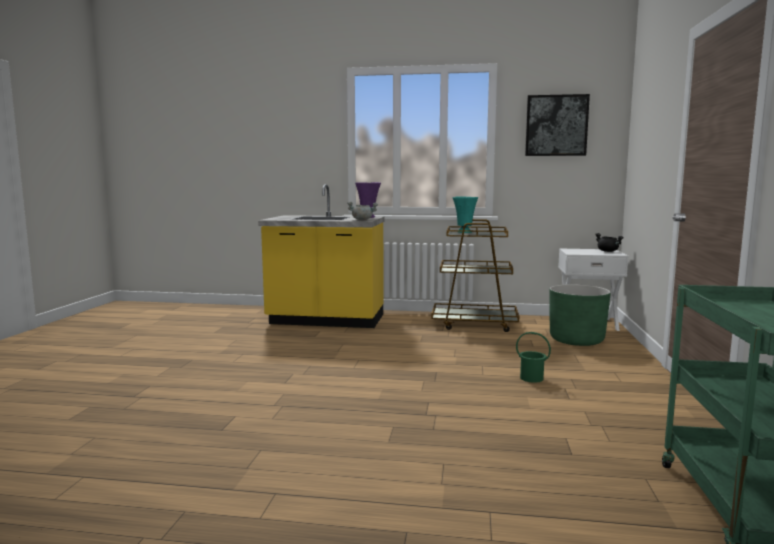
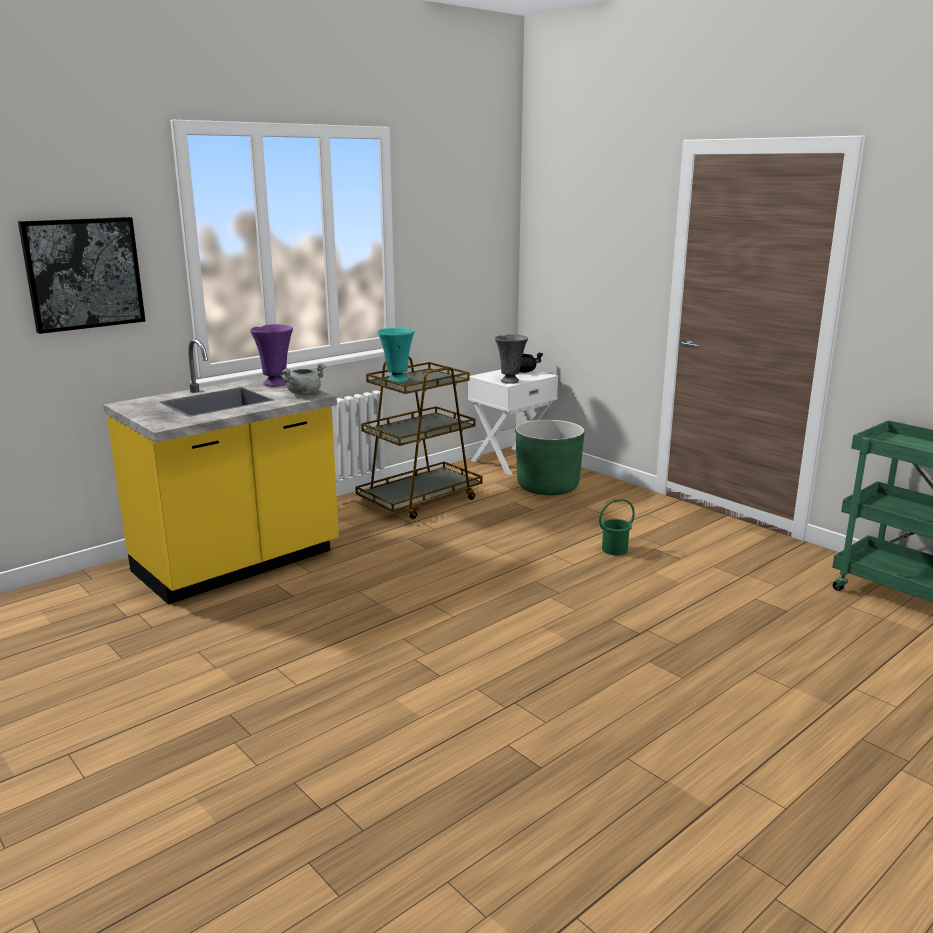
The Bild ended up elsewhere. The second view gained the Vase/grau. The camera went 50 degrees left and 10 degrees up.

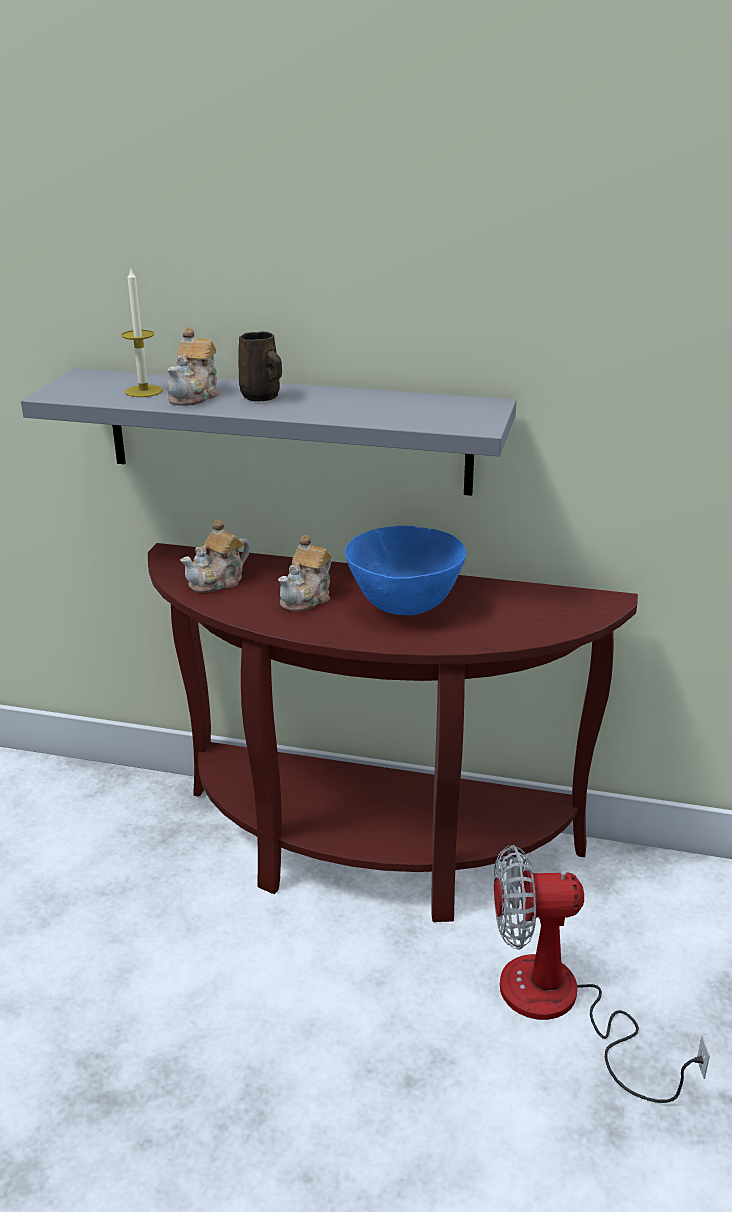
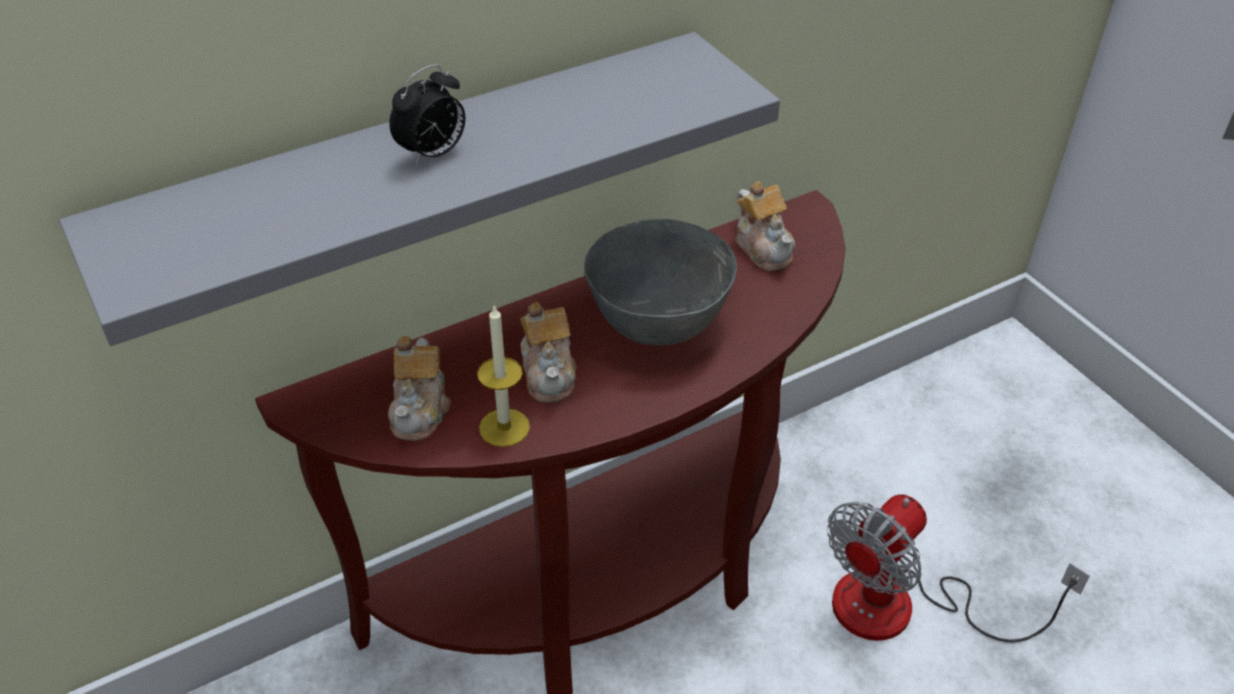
The Kerze ended up elsewhere. The Teekanne (1st from left in the first image) ended up elsewhere. Where the Henkelbecher/braun stood, the Wecker came to stand. What was the Schüssel/blau turned into the Schüssel/grau. The camera went 45 degrees left and 15 degrees up.

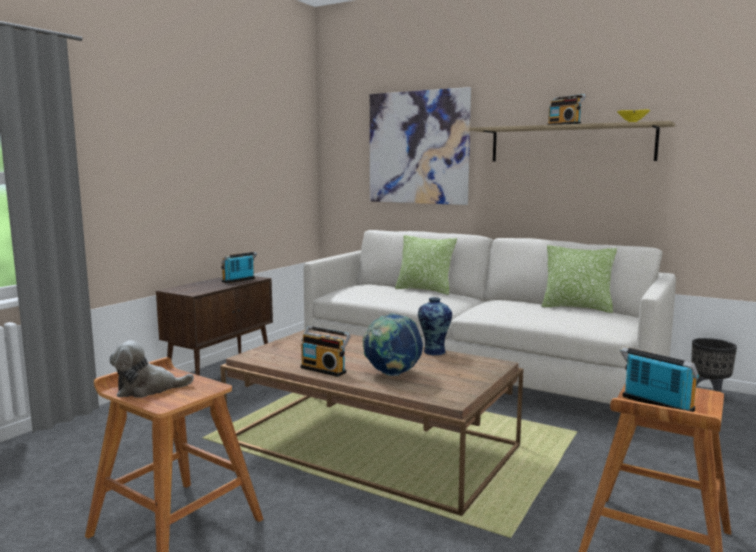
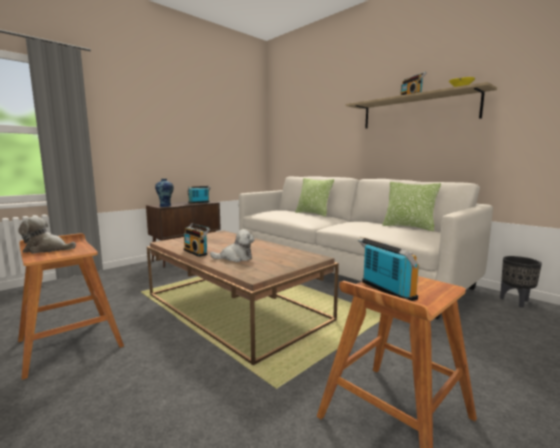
Where the Globus stood, the Plüschtier (2nd from left) came to stand. The second view lost the Bild. The Vase ended up elsewhere. The camera went 15 degrees right and 0 degrees up.

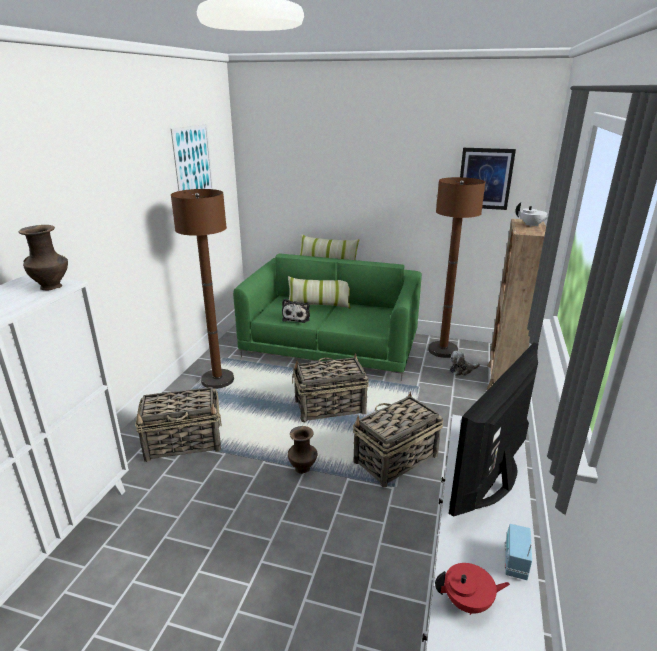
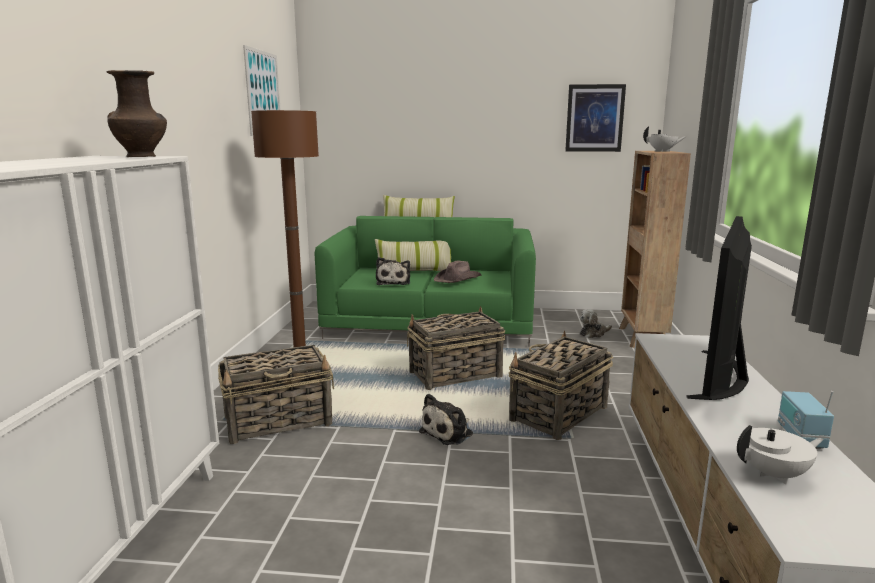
Where the Vase/braun (2nd from left) stood, the Plüschtier (2nd from left) came to stand. The second view lost the Stehlampe/braun (2nd from left). What was the Teekanne/rot turned into the Teekanne/weiß (2nd from left). The second view gained the Hut/braun. The camera went 10 degrees left and 10 degrees down.

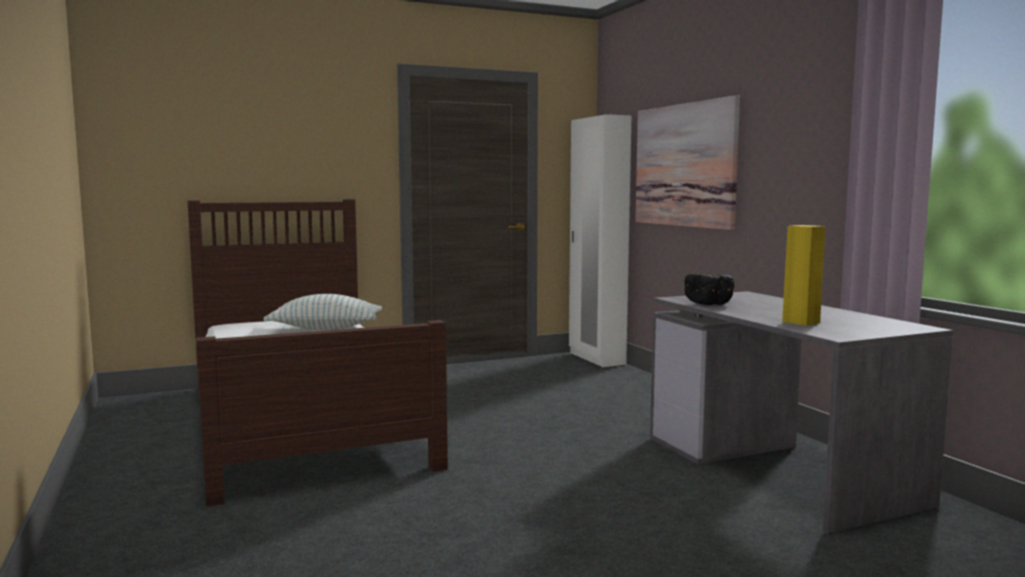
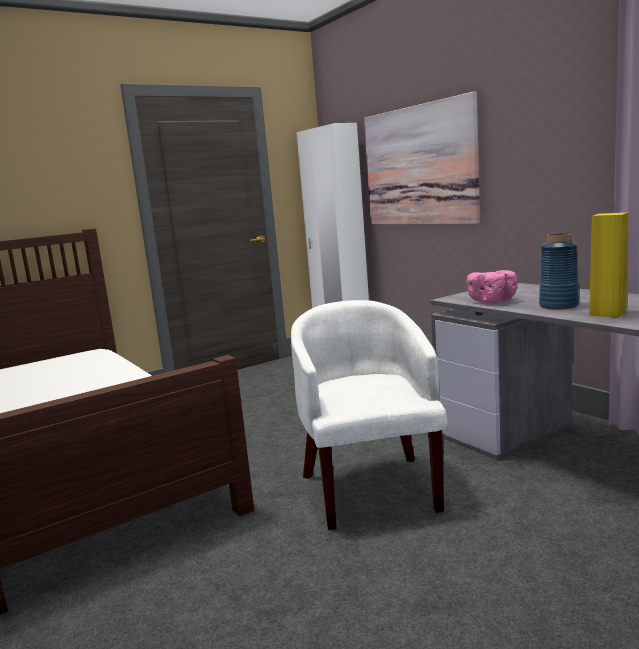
The second view lost the Kissen. What was the Schüssel/schwarz turned into the Schüssel/rosa. The second view gained the Sessel/weiß. The second view gained the Vase/blau. The camera went 10 degrees left and 5 degrees up.

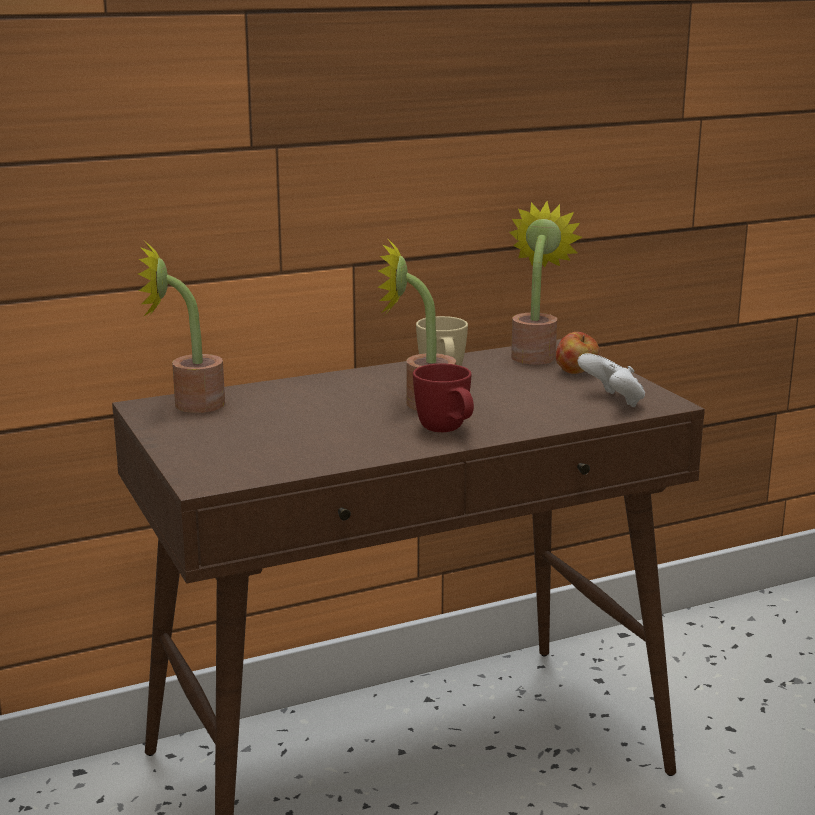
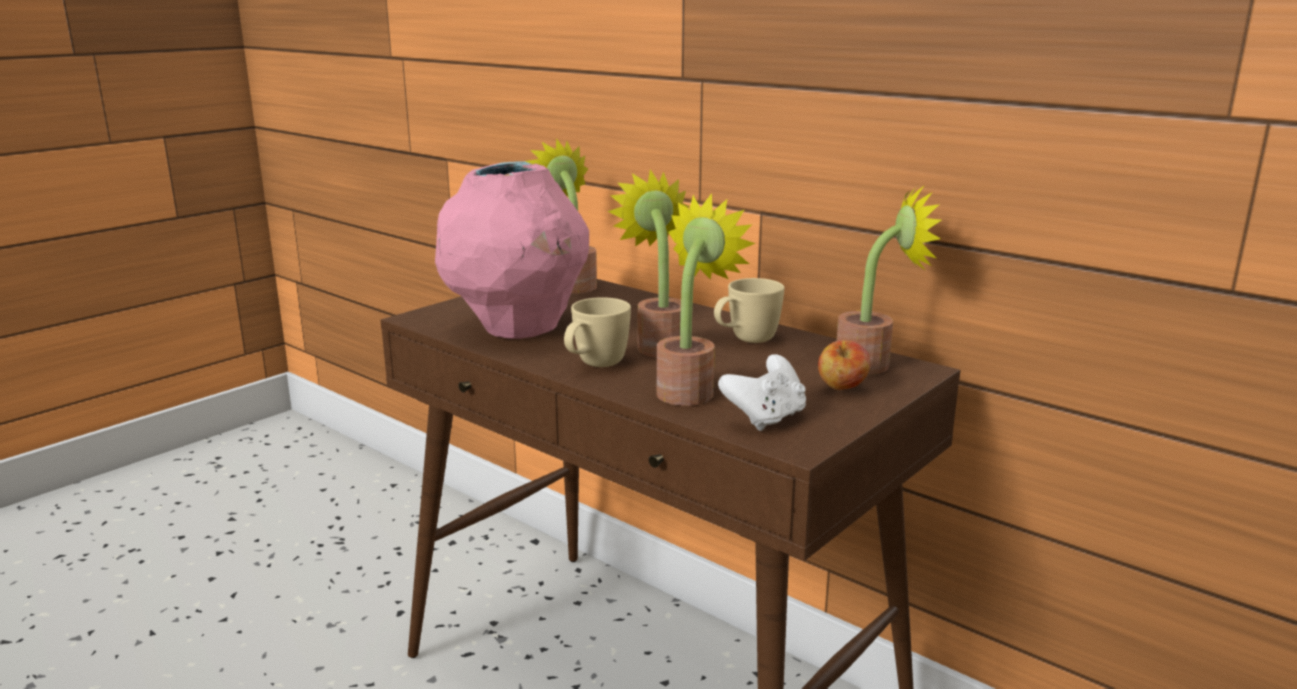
What was the Henkelbecher/rot turned into the Henkelbecher/beige (1st from left). The second view gained the Vase/rosa. The second view gained the Topfpflanze (3rd from left). The camera went 65 degrees right and 0 degrees up.

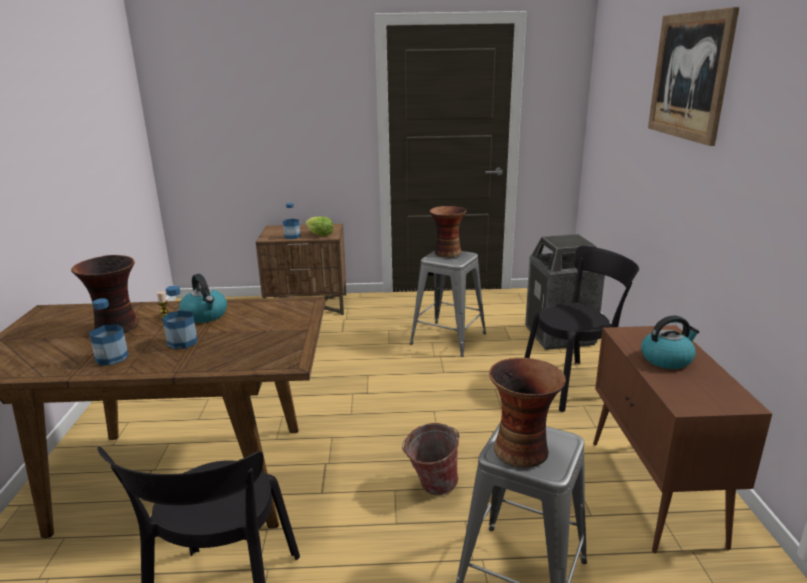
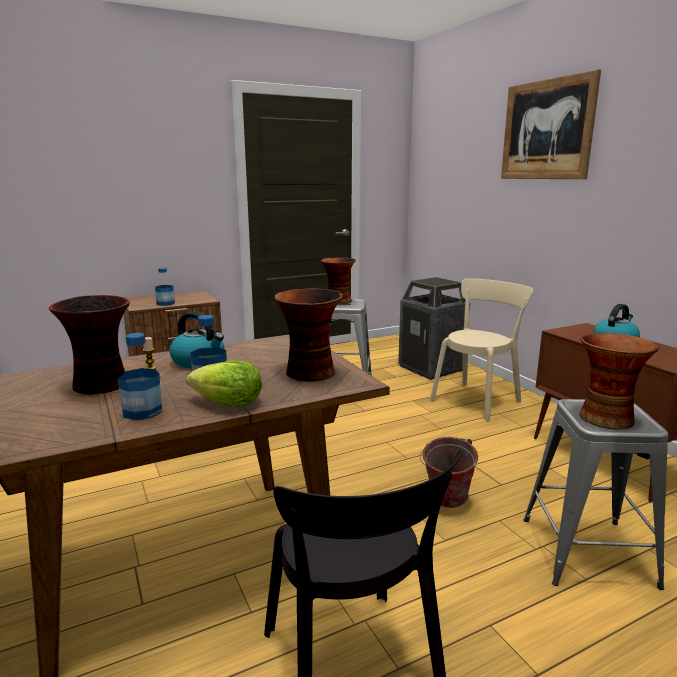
The Salatkopf ended up elsewhere. What was the Stuhl/schwarz (2nd from left) turned into the Stuhl/beige. The second view gained the Vase (2nd from left). The camera went 25 degrees left and 5 degrees down.

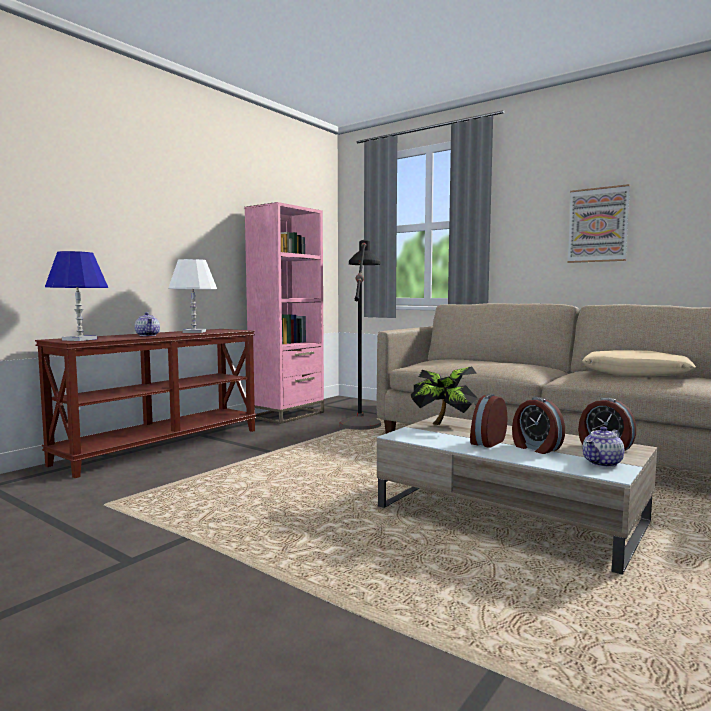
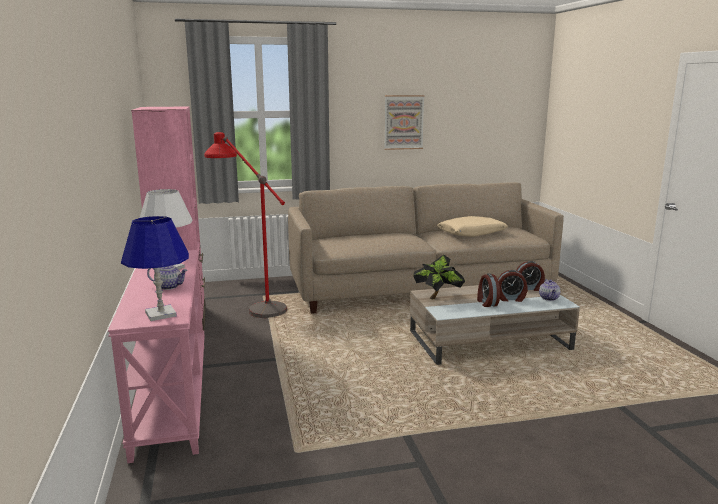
What was the Konsolentisch/braun turned into the Konsolentisch/rosa. What was the Stehlampe/schwarz turned into the Stehlampe/rot. The camera went 50 degrees left and 10 degrees up.

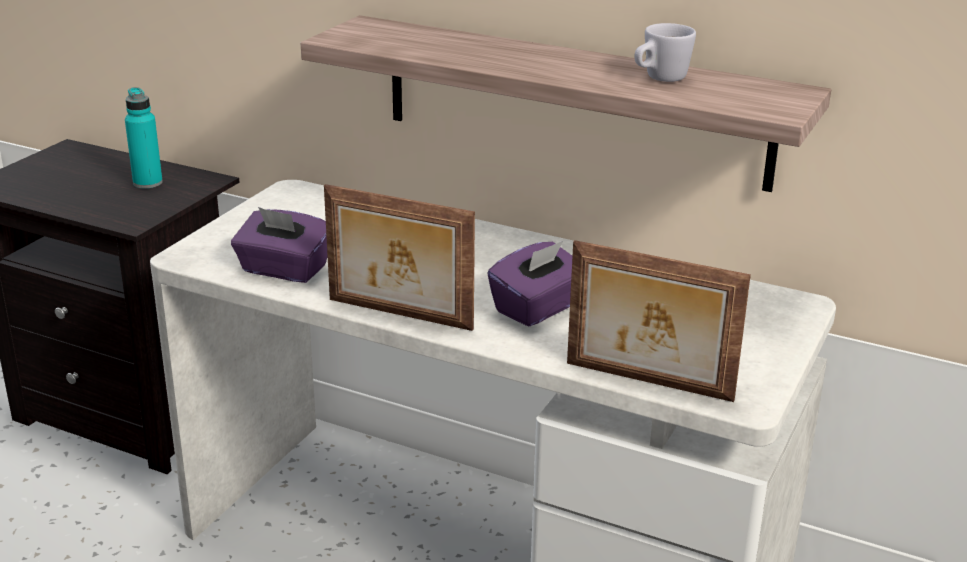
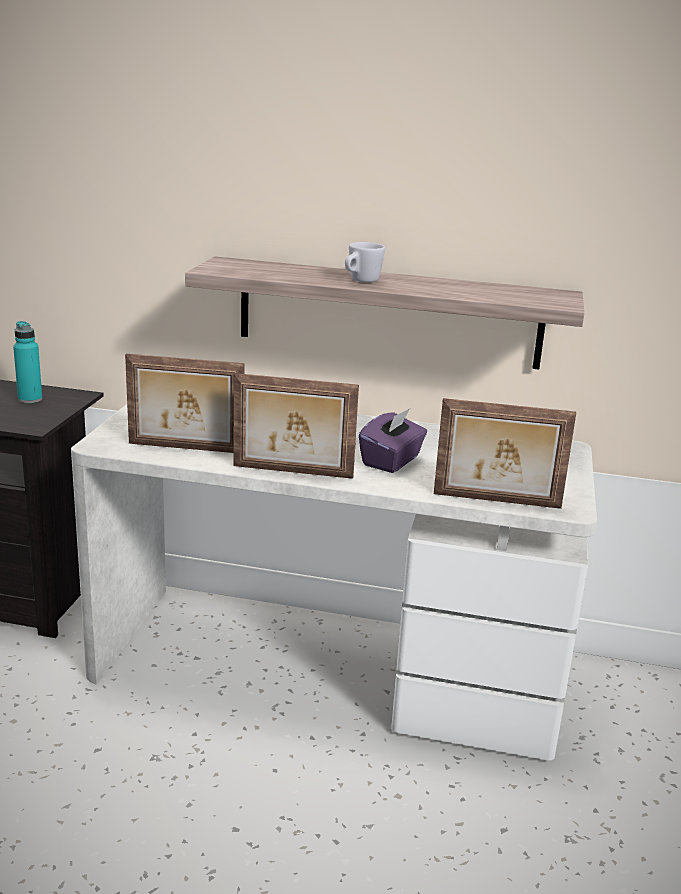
Where the Taschentuchbox/lila (1st from left) stood, the Bilderrahmen (1st from left) came to stand. The Henkelbecher/weiß ended up elsewhere. The camera went 15 degrees left and 5 degrees down.

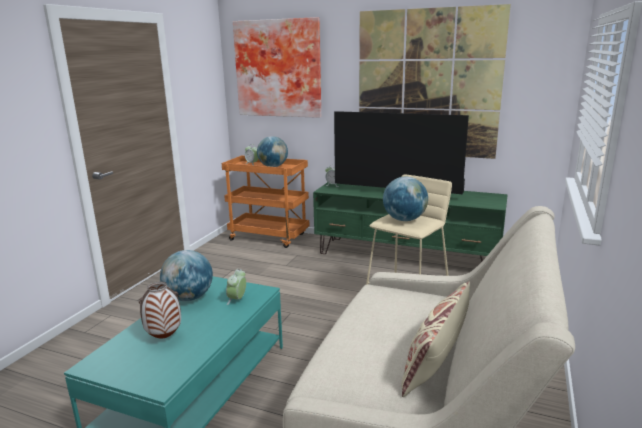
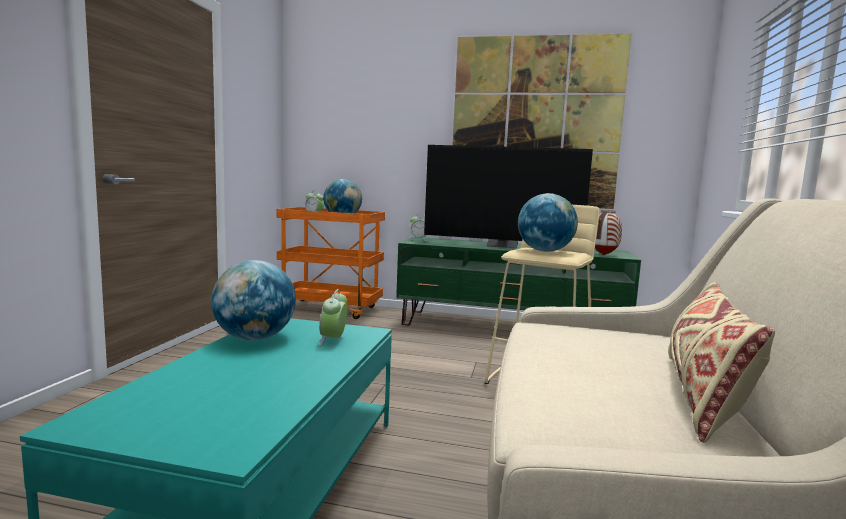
The Vase ended up elsewhere. The second view lost the Bild (1st from left). The camera went 10 degrees left and 10 degrees down.

